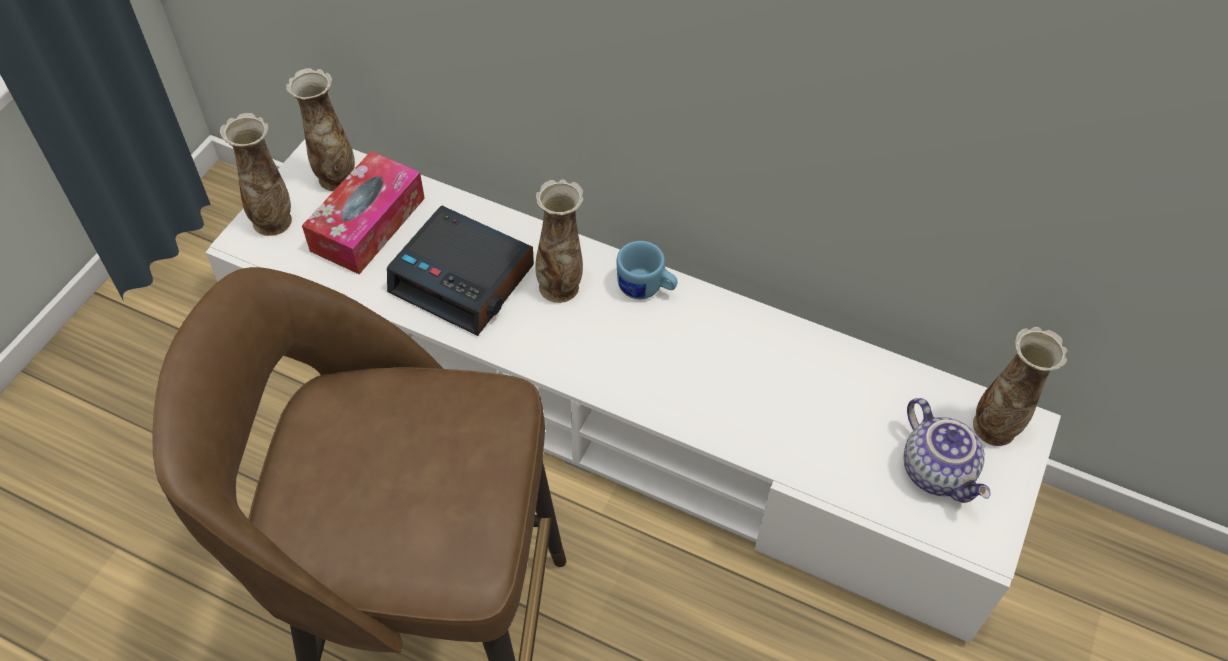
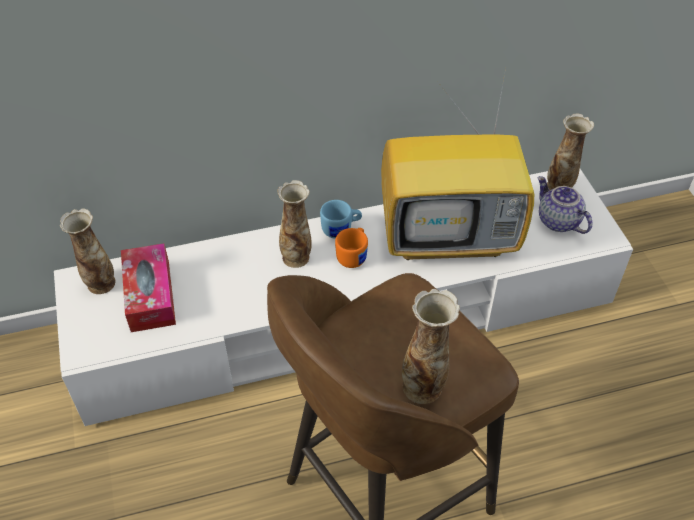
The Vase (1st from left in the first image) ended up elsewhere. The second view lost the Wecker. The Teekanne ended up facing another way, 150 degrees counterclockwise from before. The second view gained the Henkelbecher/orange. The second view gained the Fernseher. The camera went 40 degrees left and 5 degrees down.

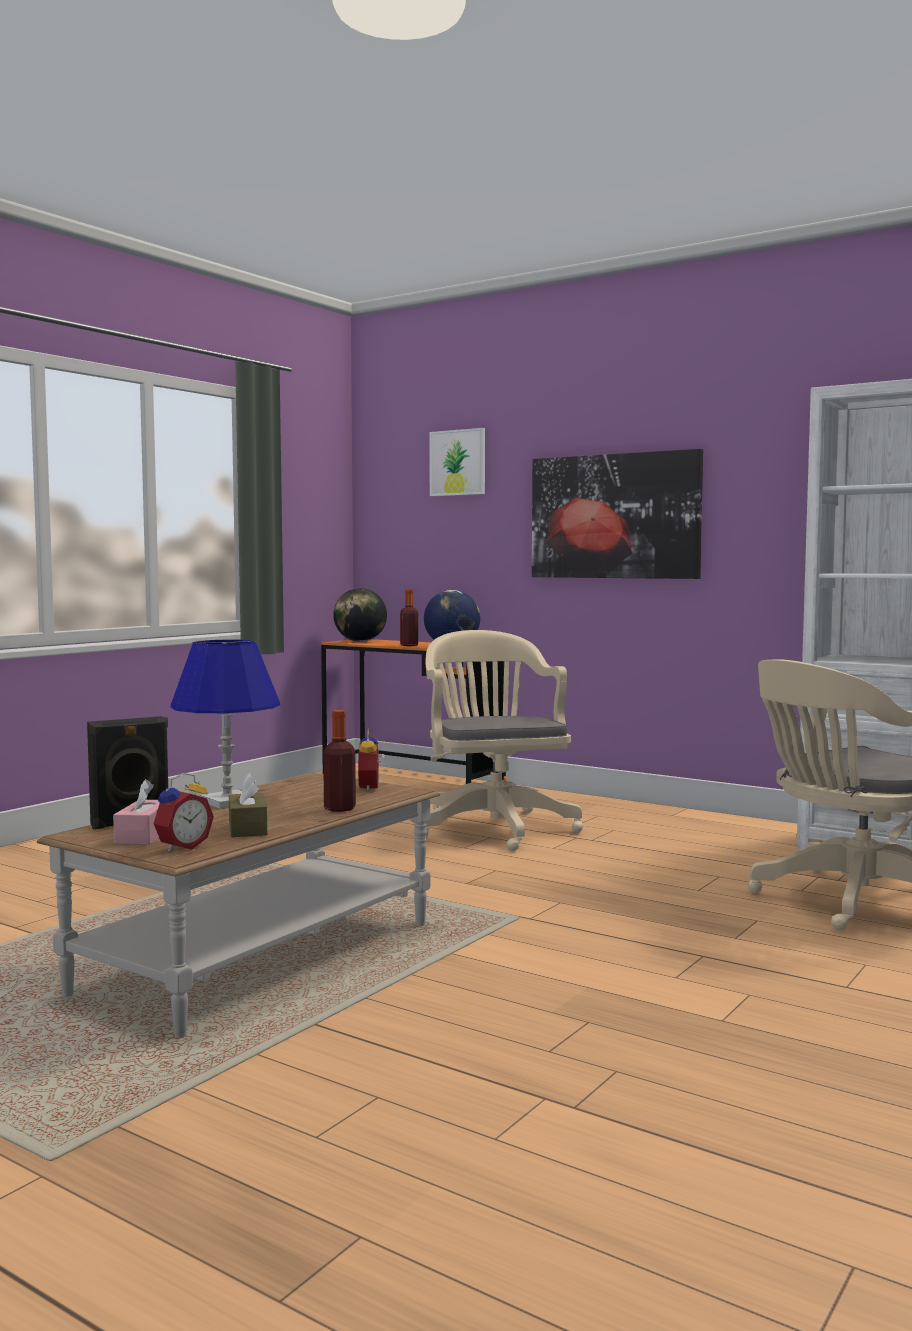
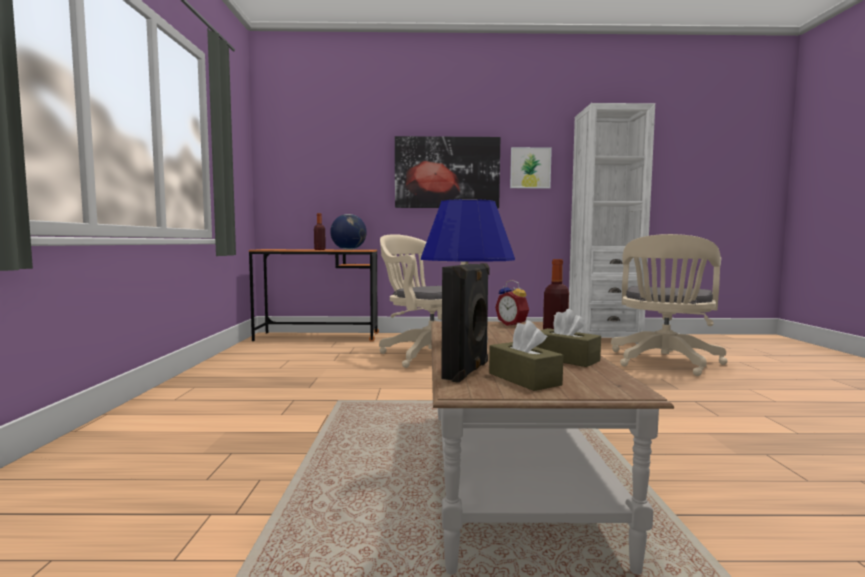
What was the Taschentuchbox/rosa turned into the Taschentuchbox/braun (1st from left). The second view lost the Wecker (1st from left). The second view lost the Globus (1st from left). The Bild (1st from left in the first image) ended up elsewhere. The camera went 35 degrees left and 0 degrees up.

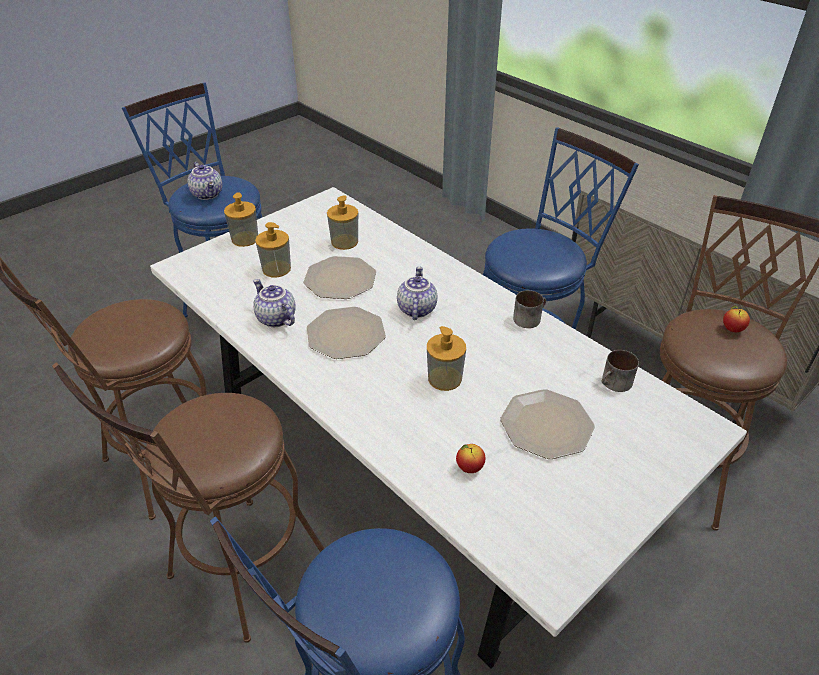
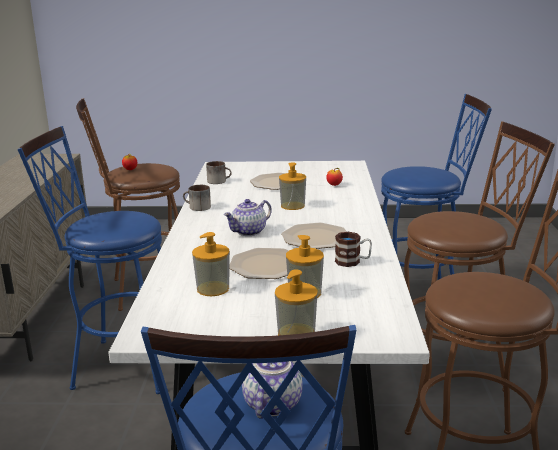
Where the Teekanne (2nd from left) stood, the Henkelbecher (3rd from left) came to stand. The camera went 135 degrees left and 20 degrees down.

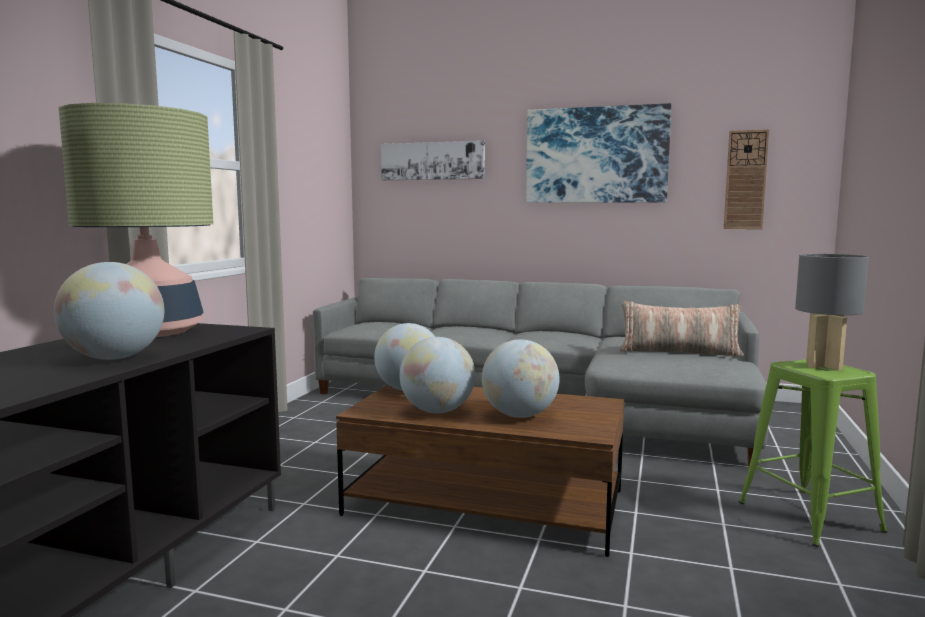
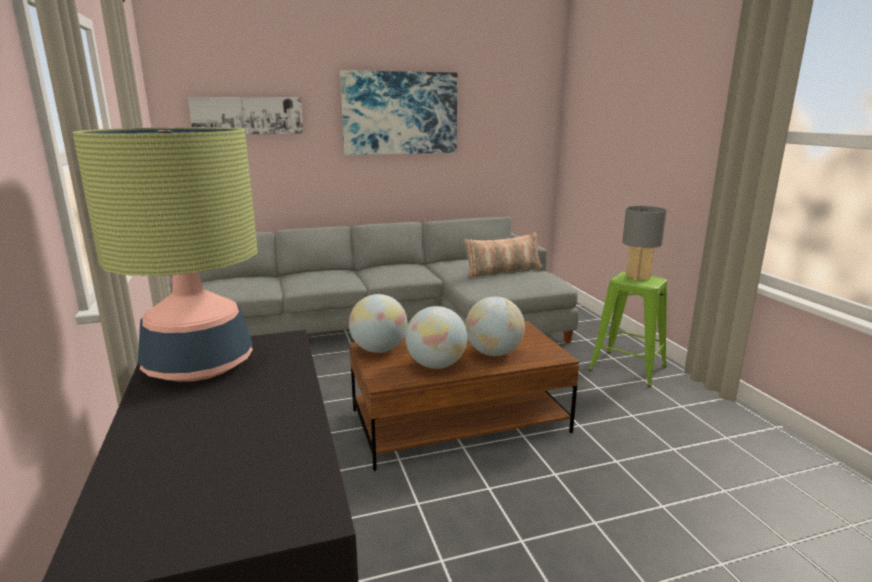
The second view lost the Globus (1st from left). The second view lost the Wanduhr. The camera went 35 degrees left and 10 degrees up.

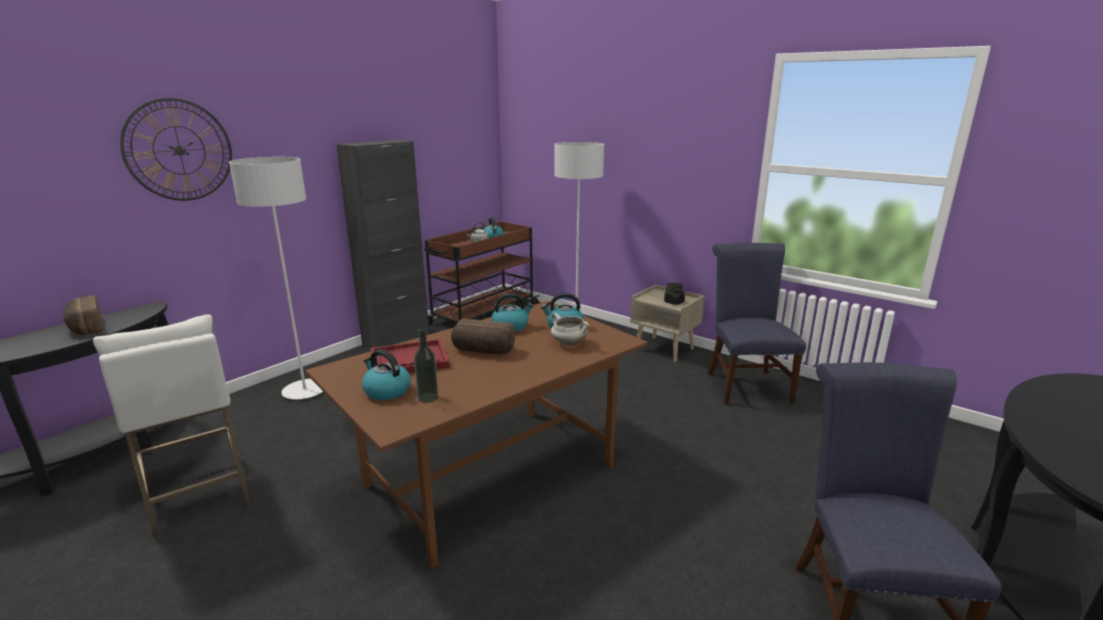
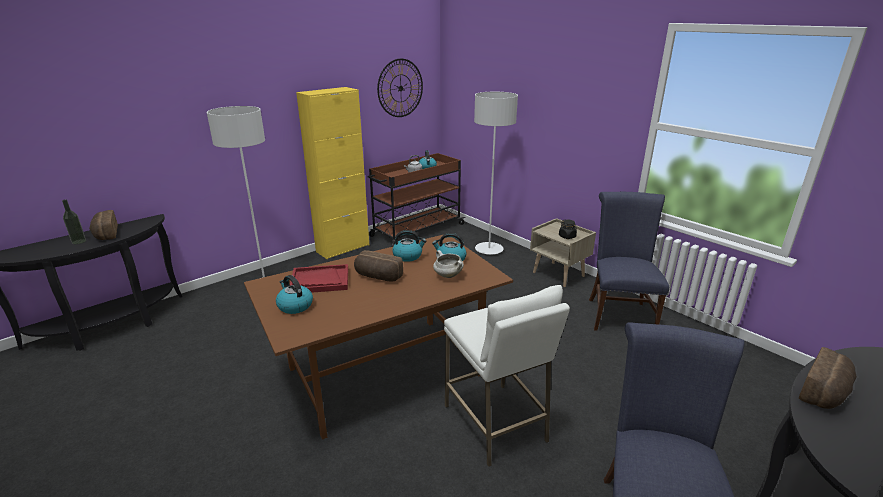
The Hocker/weiß ended up elsewhere. The Wanduhr ended up elsewhere. What was the Schrank/schwarz turned into the Schrank/gelb. The Flasche ended up elsewhere. The second view gained the Brot (3rd from left). The camera went 10 degrees right and 5 degrees up.

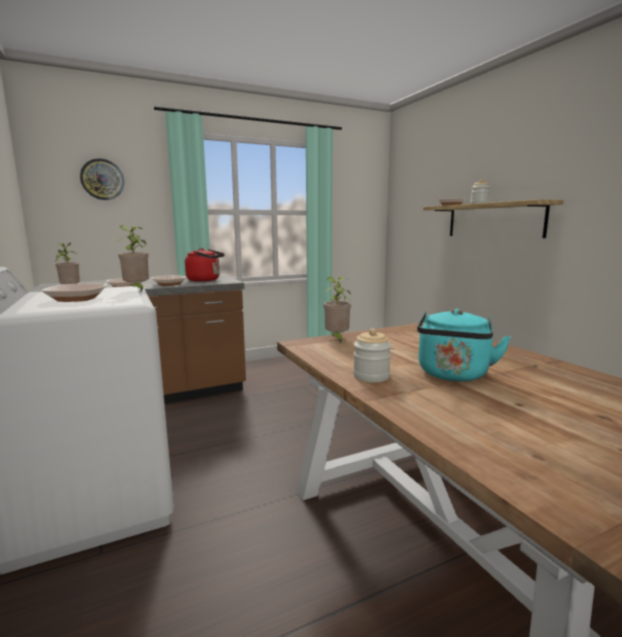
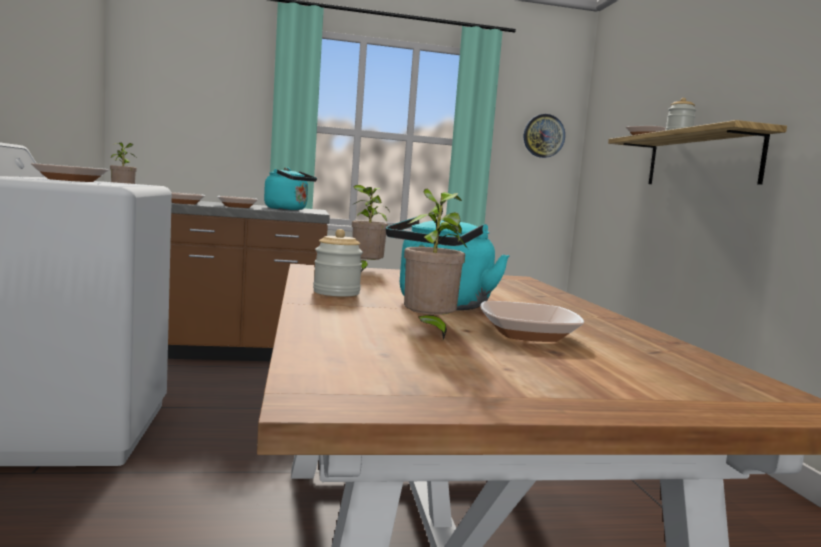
The Wanduhr ended up elsewhere. The Topfpflanze (2nd from left in the first image) ended up elsewhere. What was the Wasserkessel/rot turned into the Wasserkessel/türkis (1st from left). The second view gained the Schüssel (4th from left). The camera went 15 degrees right and 5 degrees down.

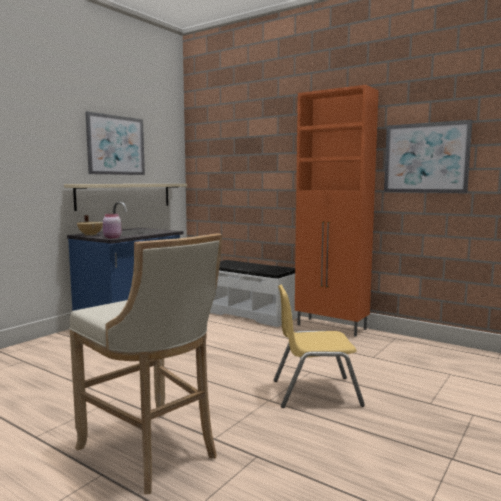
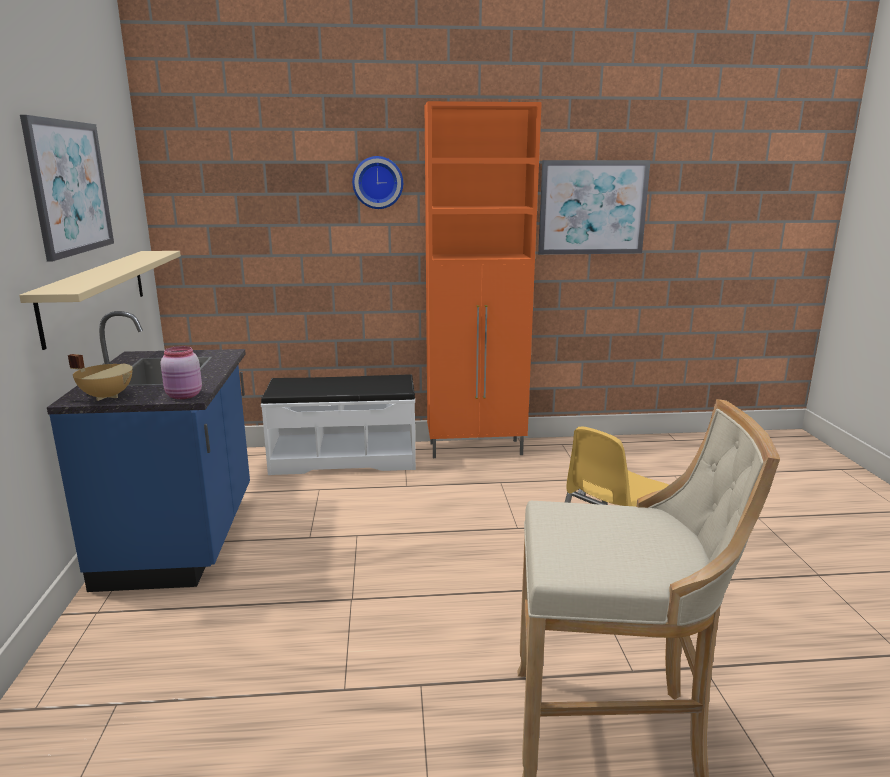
The second view gained the Wanduhr. The camera went 40 degrees left and 10 degrees up.

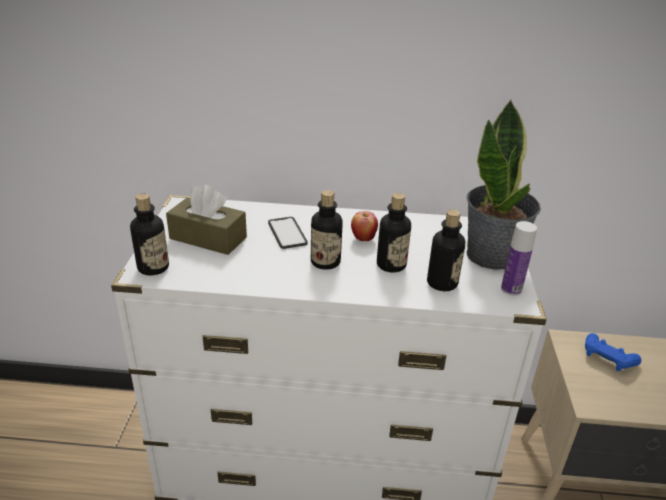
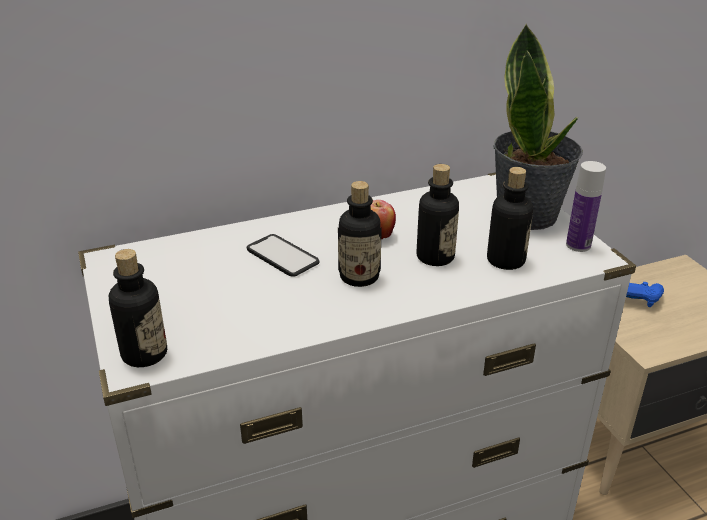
The second view lost the Taschentuchbox/braun. The camera went 25 degrees left and 0 degrees up.

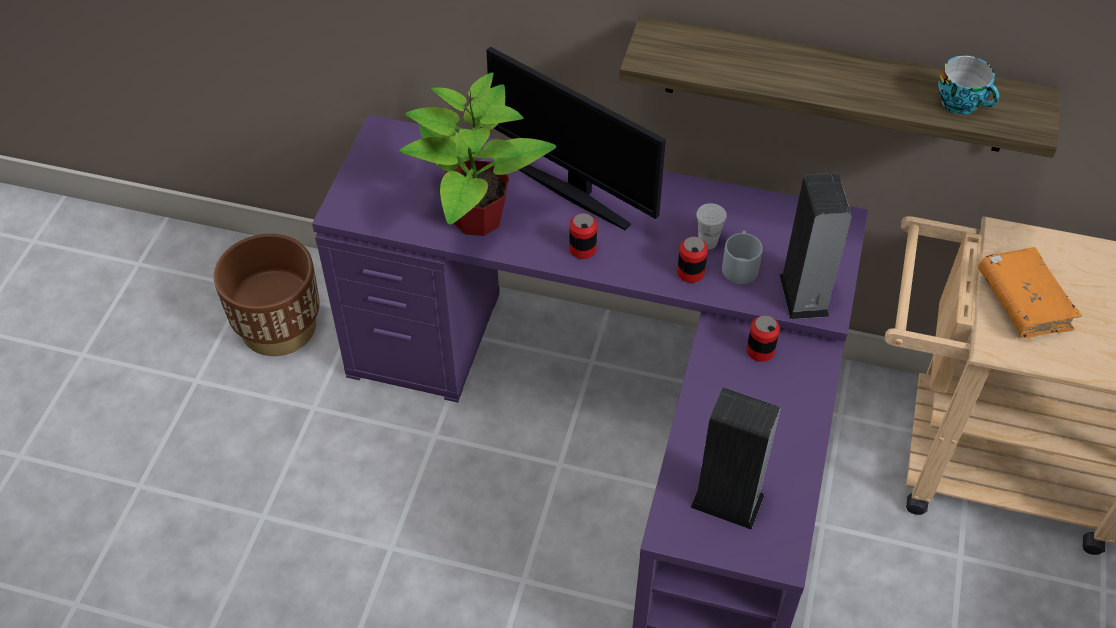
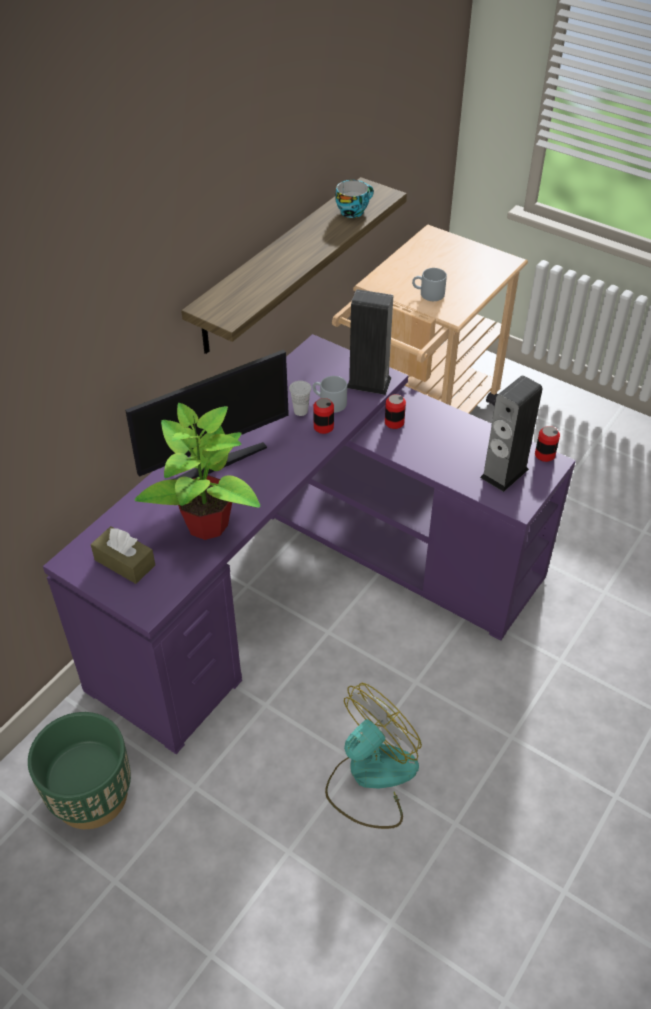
What was the Pflanzkübel/braun turned into the Pflanzkübel/grün. The Dose (1st from left in the first image) ended up elsewhere. Where the Buch/orange stood, the Henkelbecher/grau (2nd from left) came to stand. The second view gained the Taschentuchbox/braun. The second view gained the Ventilator. The camera went 70 degrees left and 5 degrees down.

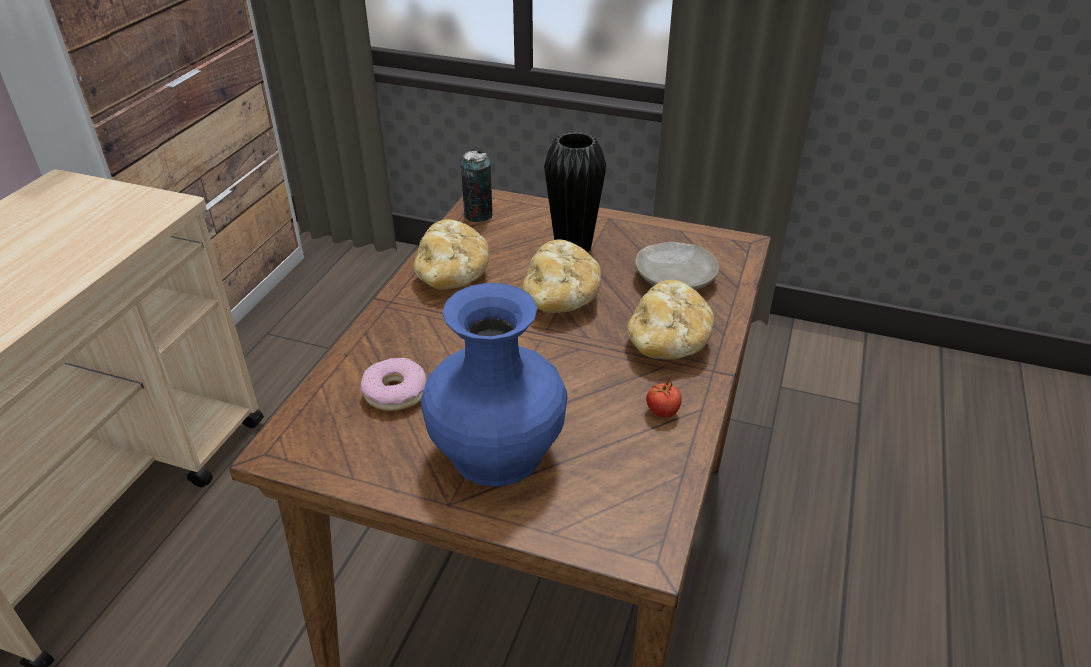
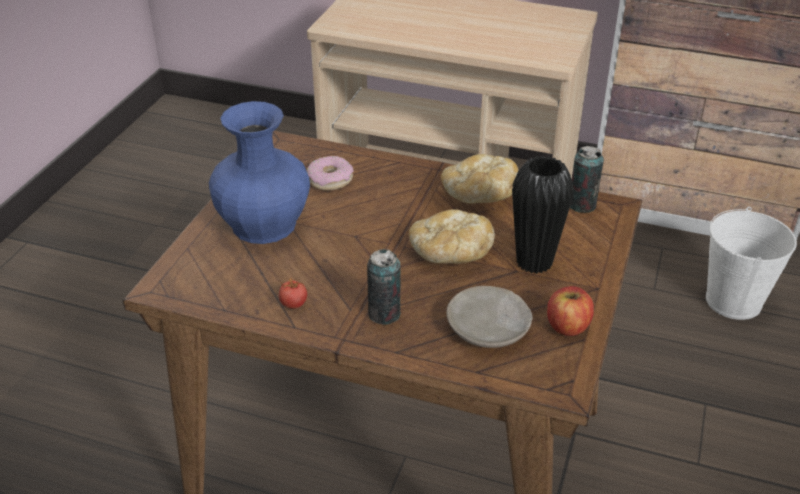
Where the Brot (3rd from left) stood, the Dose (1st from left) came to stand. The second view gained the Apfel. The second view gained the Eimer/weiß. The camera went 90 degrees right and 0 degrees up.

